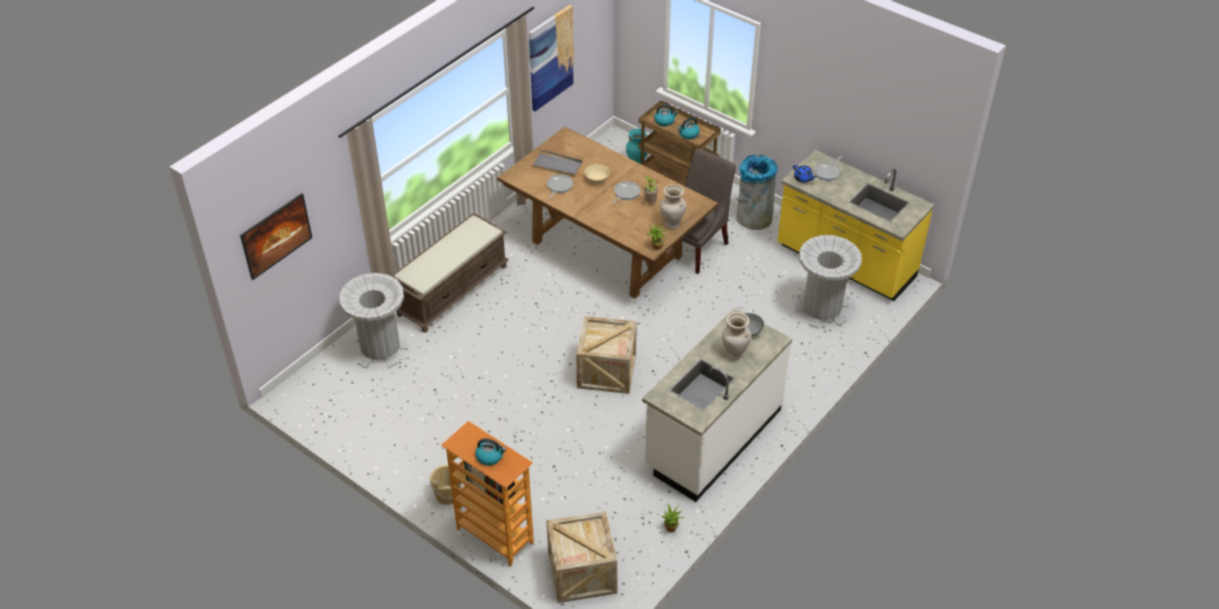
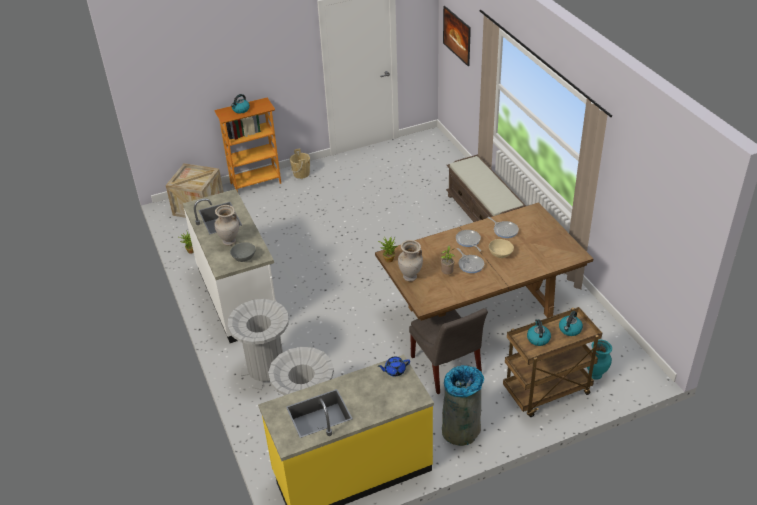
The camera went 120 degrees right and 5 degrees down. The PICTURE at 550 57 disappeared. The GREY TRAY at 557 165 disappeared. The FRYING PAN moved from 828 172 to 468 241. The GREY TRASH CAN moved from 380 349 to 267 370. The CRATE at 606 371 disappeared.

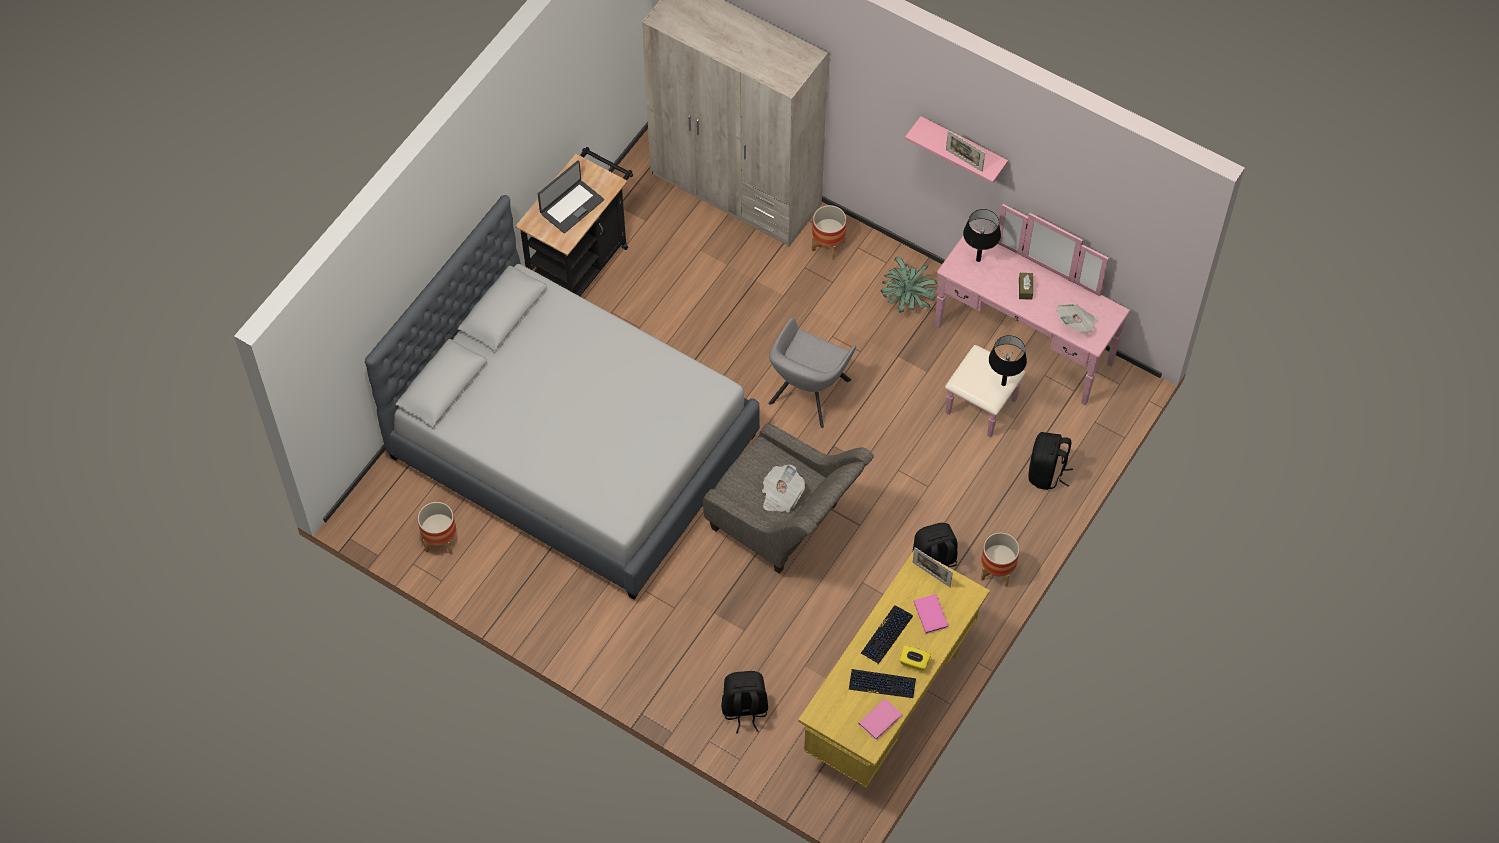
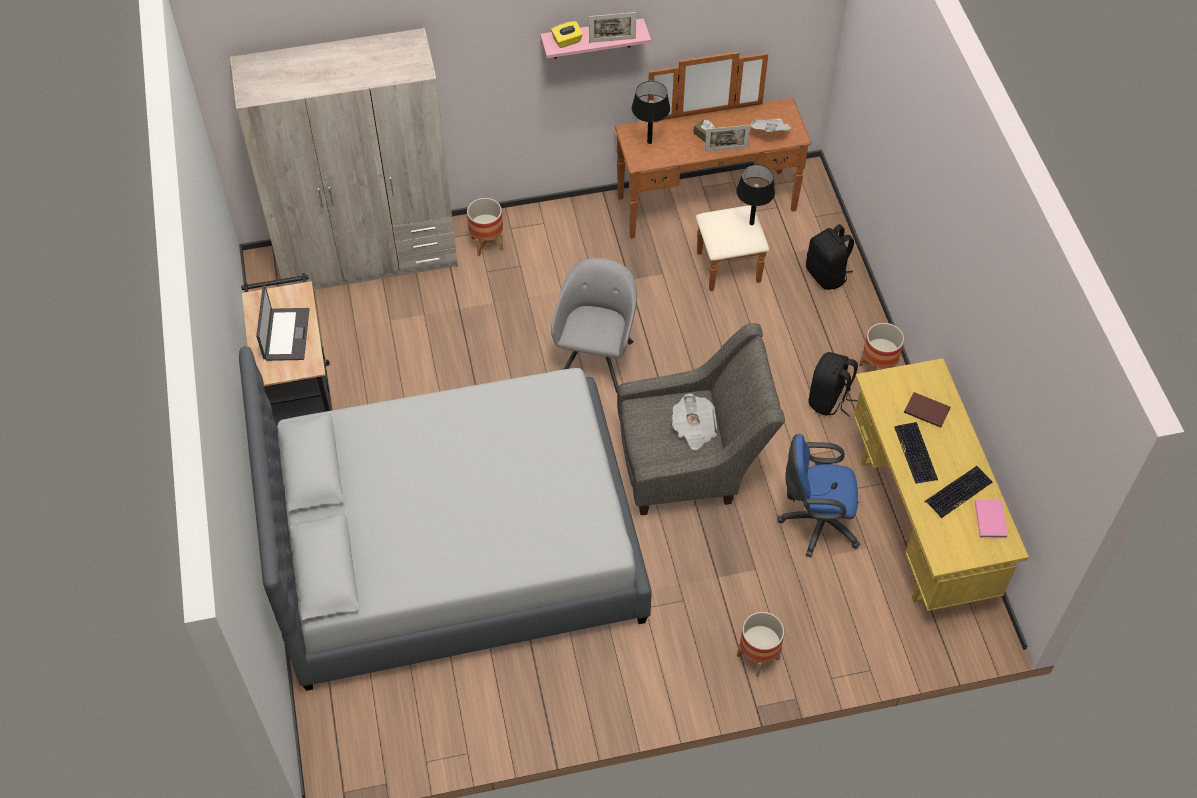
The camera went 45 degrees left and 5 degrees down. The PINK DRESSER at 1014 359 became the BROWN DRESSER at 712 218. The POTTED PLANT at 908 298 disappeared. The GREY ARMCHAIR at 808 394 turned 150 degrees counterclockwise. The PLANTER moved from 440 541 to 758 657. The PICTURE FRAME moved from 931 574 to 726 149. The PINK BOOK at 931 614 became the BROWN BOOK at 926 410. The YELLOW TISSUE BOX moved from 914 662 to 567 41. The BLACK BACKPACK at 744 710 disappeared. The BLUE OFFICE CHAIR at 815 522 appeared.

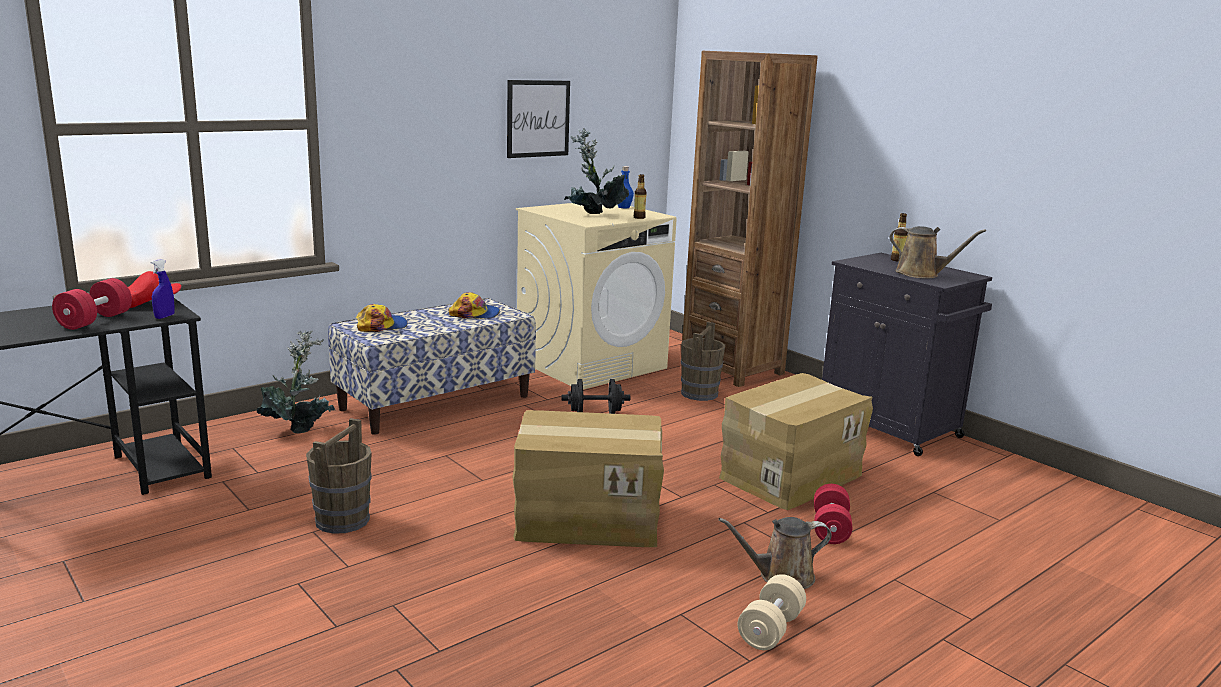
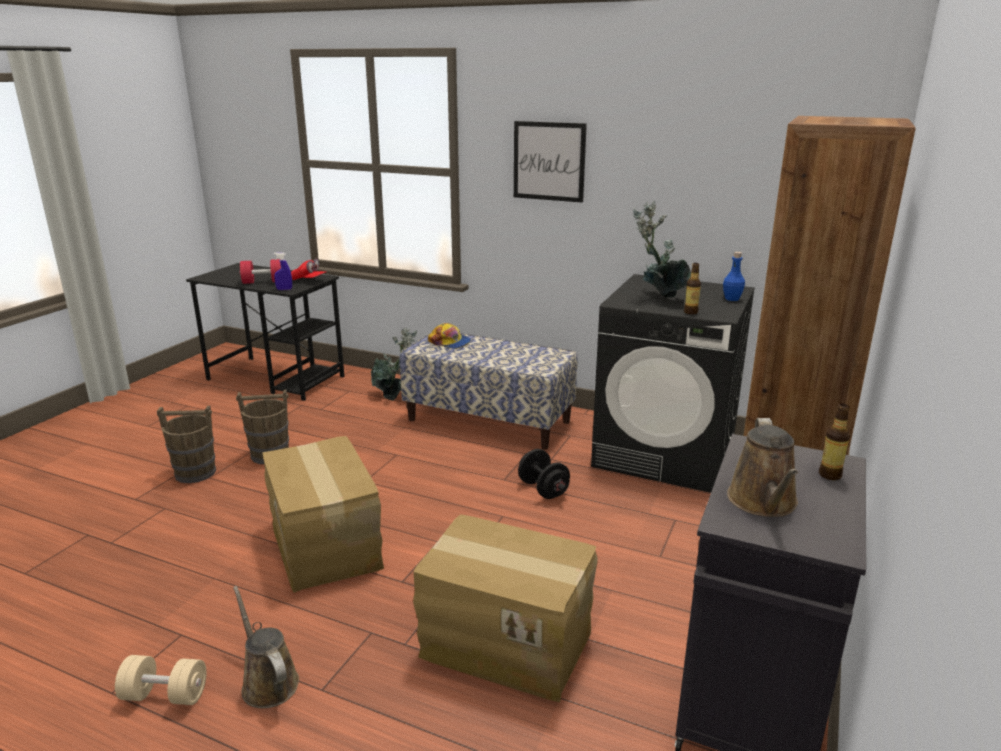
The camera went 65 degrees right and 5 degrees up. The PICTURE moved from 538 118 to 549 161. The BEIGE WASHING MACHINE at 592 364 became the BLACK WASHING MACHINE at 665 454. The CAP at 475 314 disappeared. The BROWN BUCKET moved from 699 393 to 196 473. The RED DUMBBELL at 830 529 disappeared.

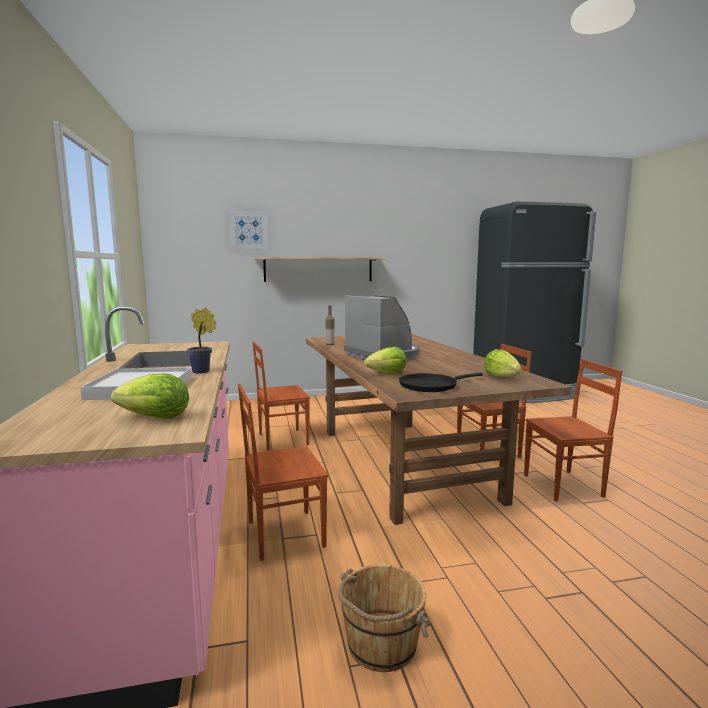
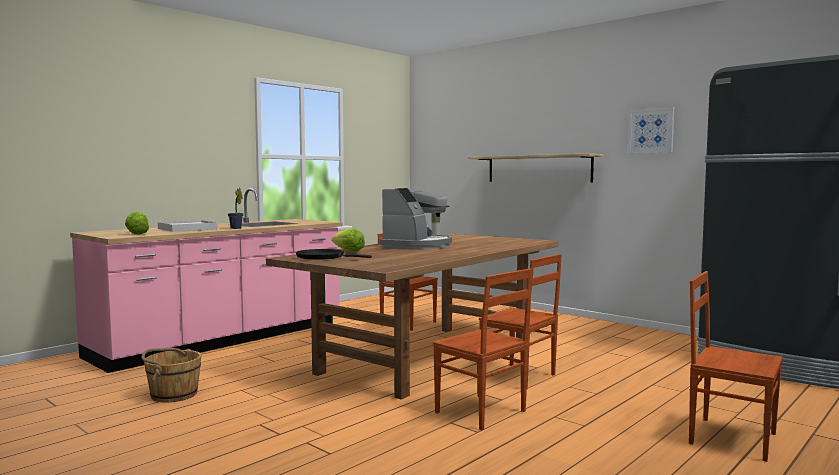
The camera went 55 degrees right and 5 degrees down. The PICTURE moved from 248 230 to 651 130. The LETTUCE at 501 377 disappeared. The BROWN CHAIR moved from 283 533 to 731 437.

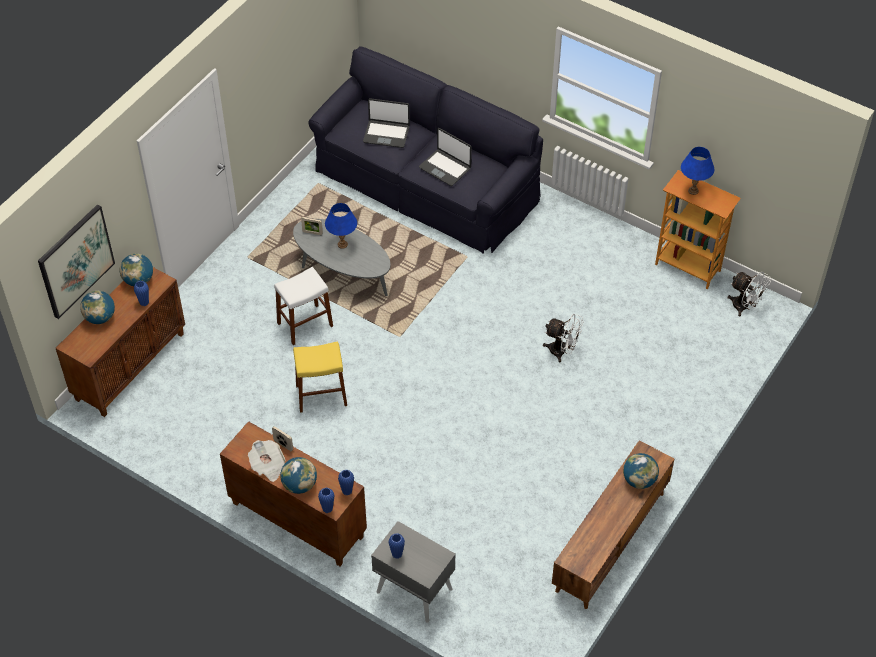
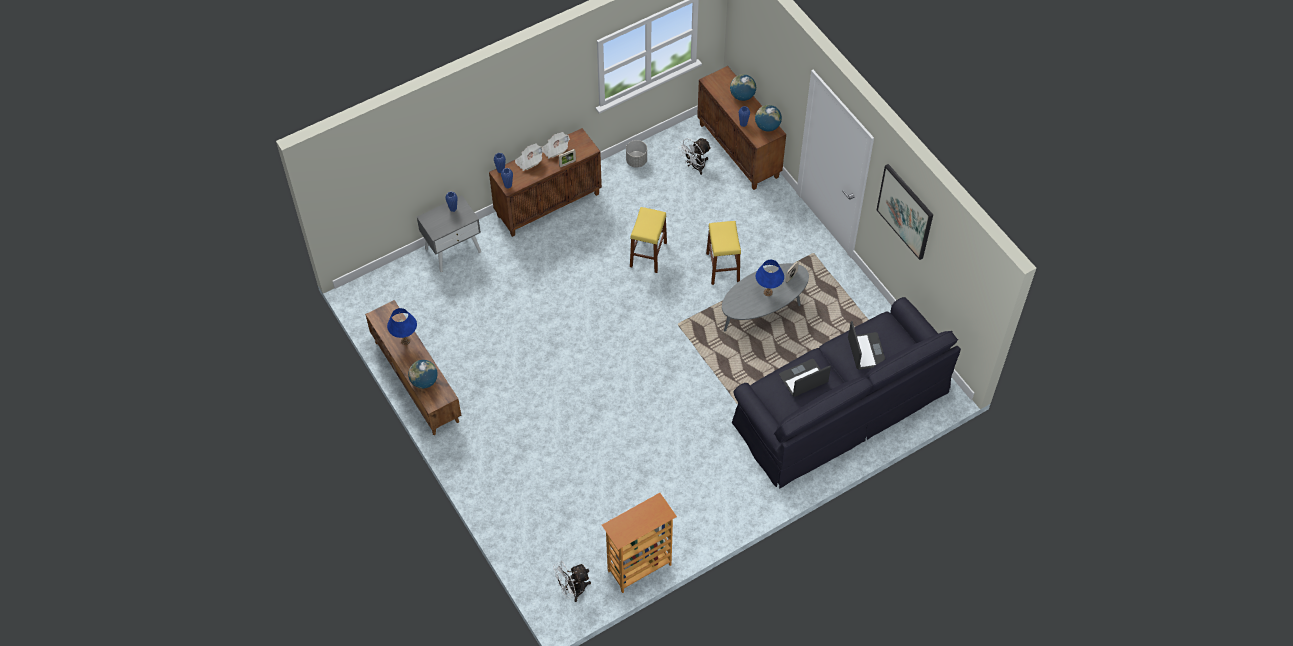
The camera went 115 degrees right and 5 degrees up. The LAPTOP at 386 134 turned 135 degrees clockwise. The BLUE TABLE LAMP moved from 693 191 to 405 341. The PICTURE moved from 75 261 to 905 211. The WHITE STOOL at 305 324 became the YELLOW STOOL at 722 267. The WHITE FAN moved from 562 351 to 695 167. The GLOBE at 299 485 was replaced by the NEWSPAPER at 529 162. The GREY PLANTER at 636 161 appeared.

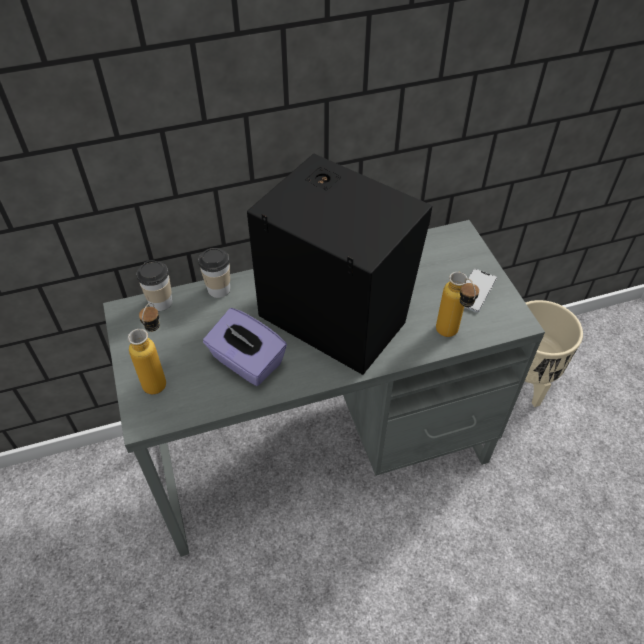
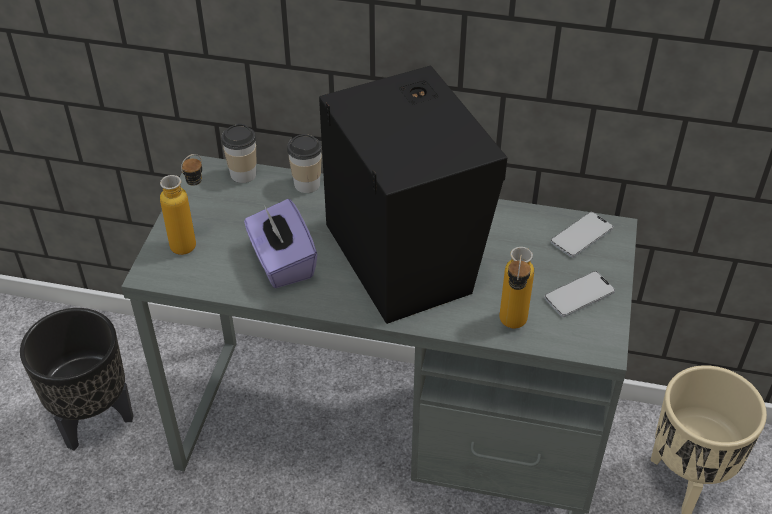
The camera went 30 degrees right and 5 degrees down. The PHONE at 581 236 appeared. The BLACK PLANTER at 93 421 appeared.

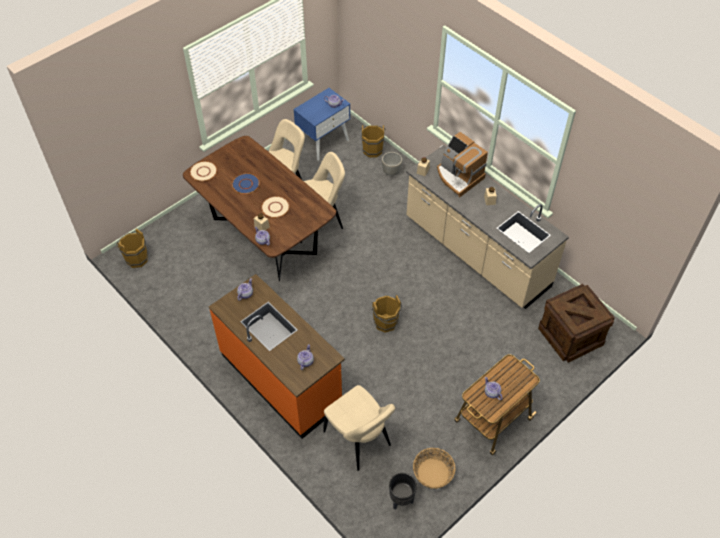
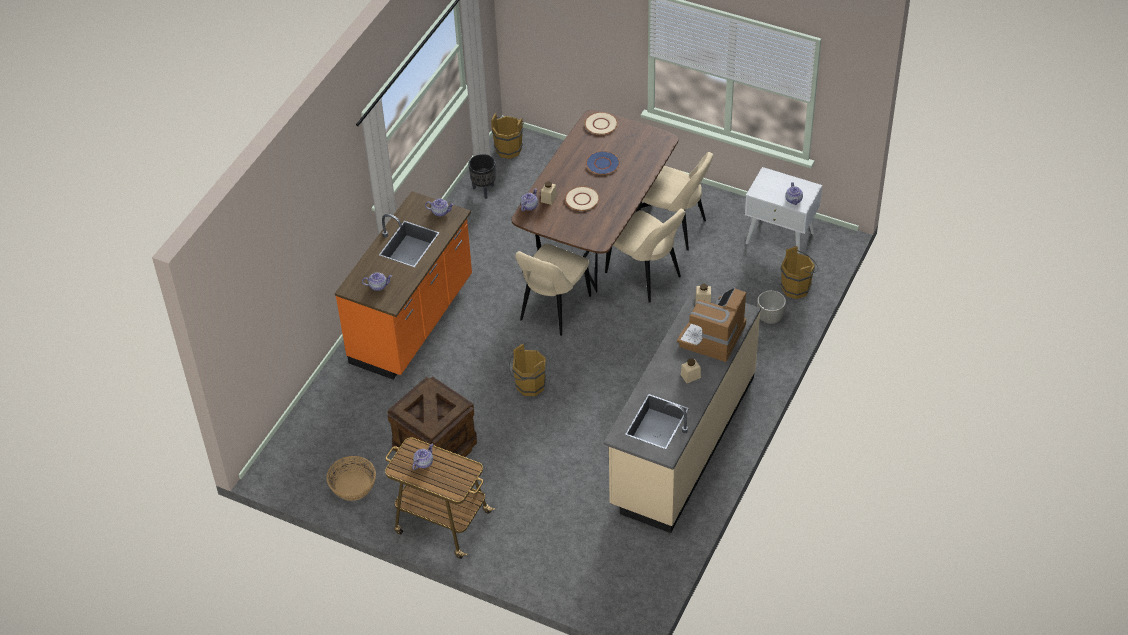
The camera went 70 degrees right and 5 degrees down. The BLUE NIGHTSTAND at 323 142 became the WHITE NIGHTSTAND at 780 238. The CRATE moved from 571 335 to 435 446. The BEIGE CHAIR moved from 359 441 to 553 310. The BLACK PLANTER moved from 401 500 to 484 190.

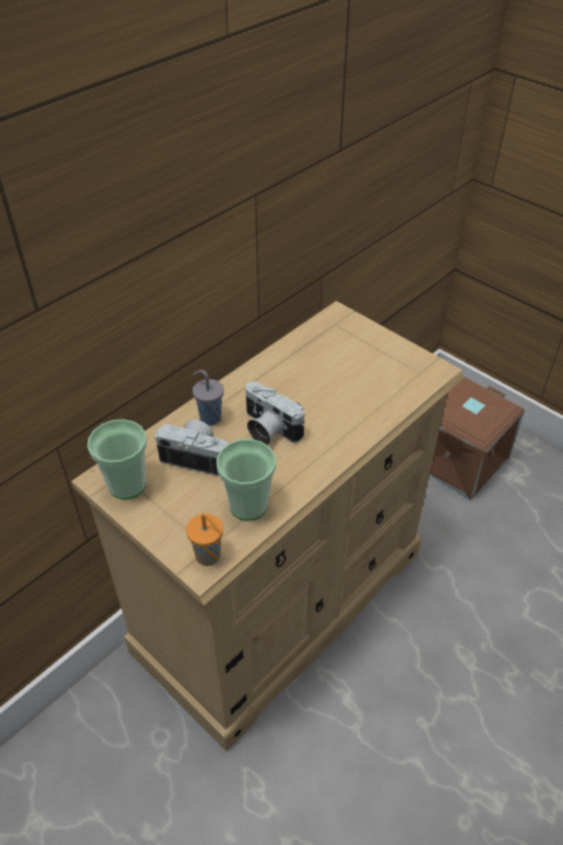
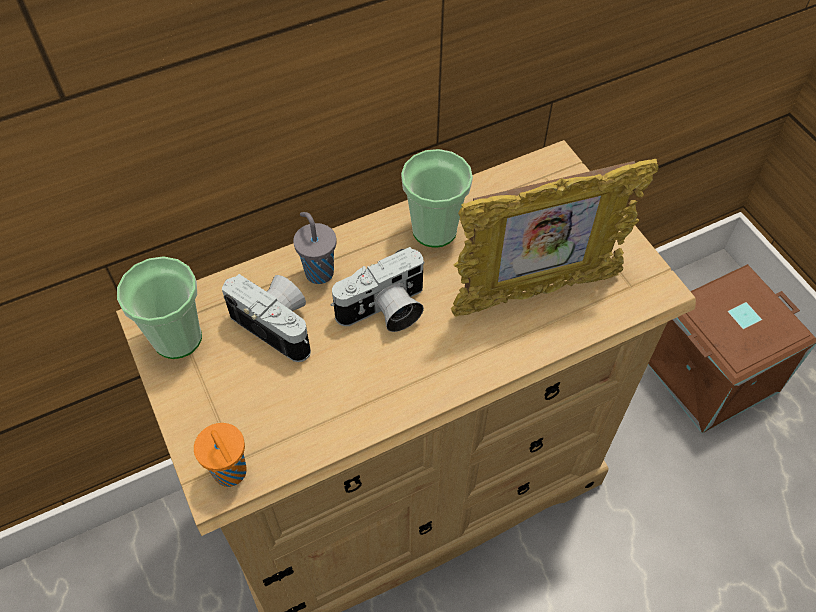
The camera went 20 degrees right and 10 degrees up. The PHOTO CAMERA at 268 429 turned 90 degrees counterclockwise. The CUP moved from 248 505 to 434 230. The PICTURE FRAME at 535 293 appeared.

